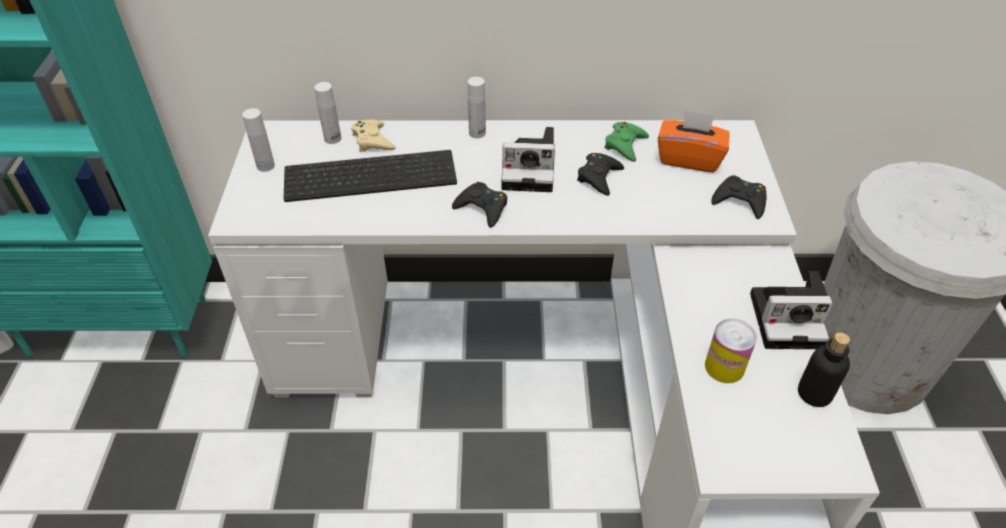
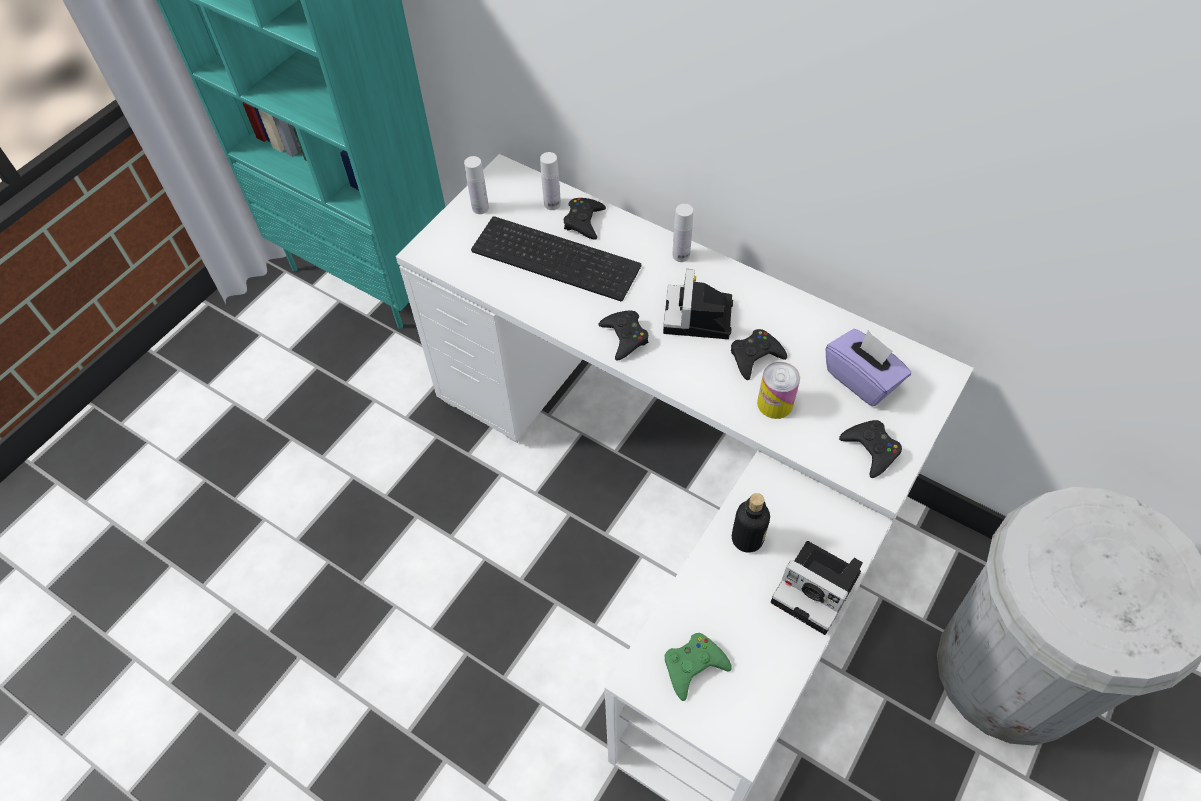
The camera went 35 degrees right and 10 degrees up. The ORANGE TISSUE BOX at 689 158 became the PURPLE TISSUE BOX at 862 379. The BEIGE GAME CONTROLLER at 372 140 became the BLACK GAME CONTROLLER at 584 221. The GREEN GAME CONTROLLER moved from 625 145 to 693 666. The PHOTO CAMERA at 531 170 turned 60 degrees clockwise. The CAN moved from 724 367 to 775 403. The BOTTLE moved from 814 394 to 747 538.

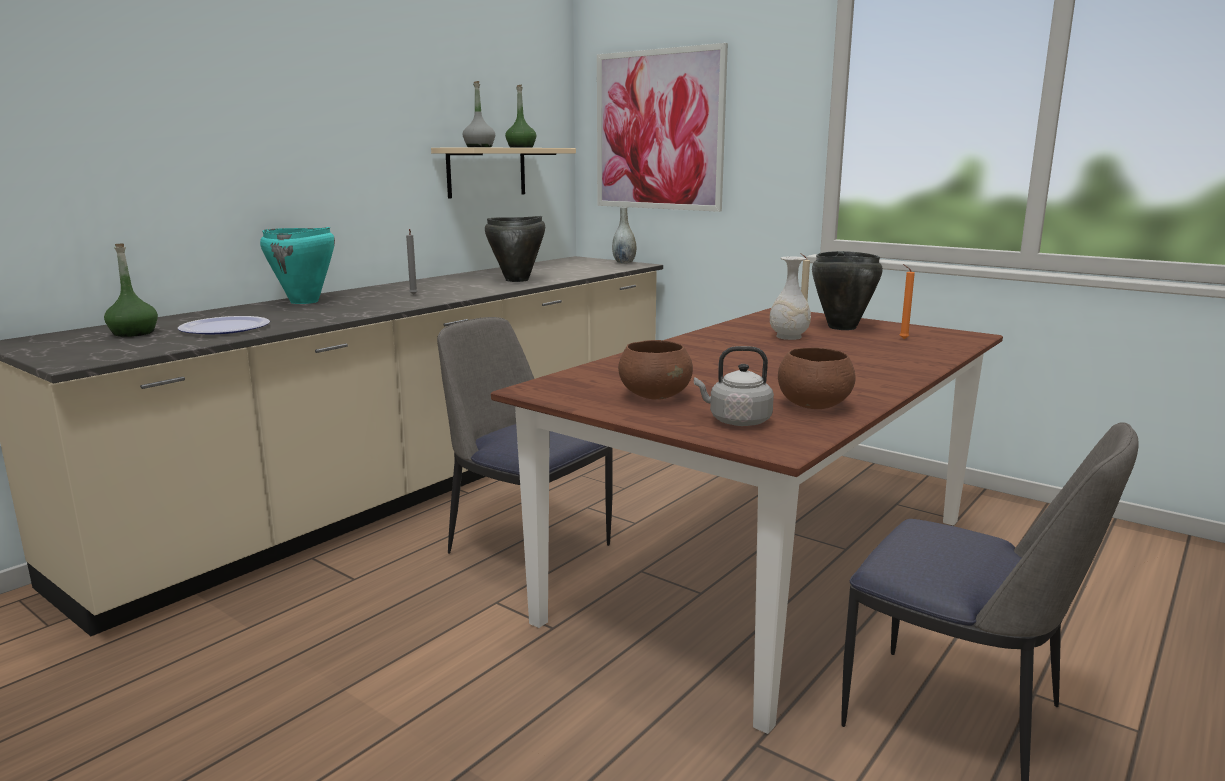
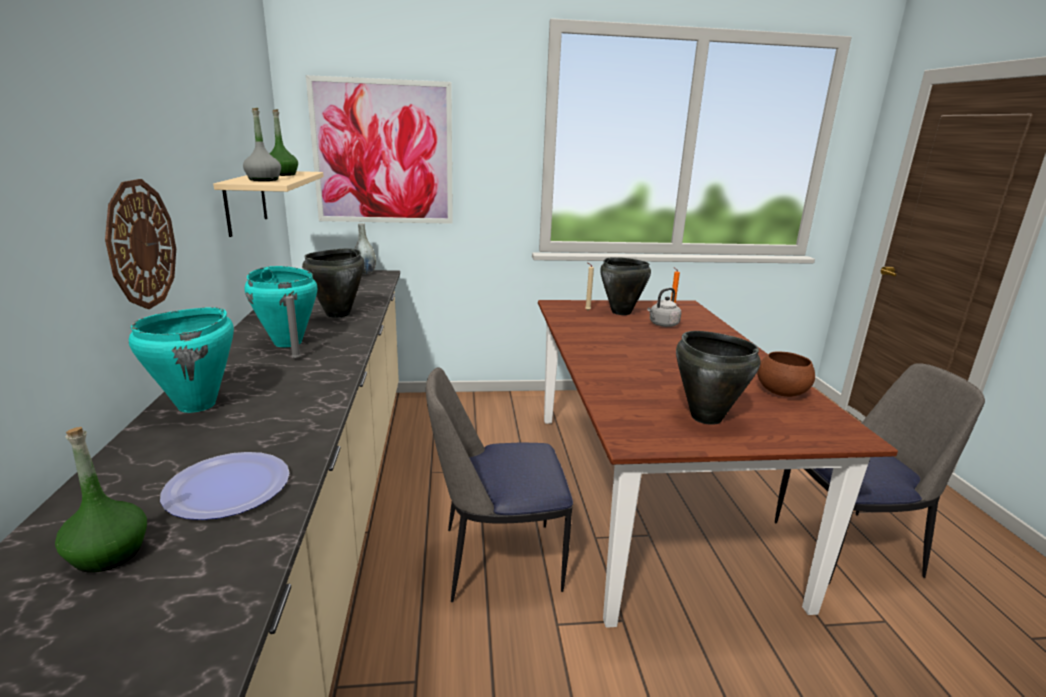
The camera went 45 degrees left and 5 degrees up. The WHITE VASE at 788 337 disappeared. The BROWN BOWL at 655 396 was replaced by the BLACK COOKING POT at 706 417. The GREY KETTLE moved from 736 421 to 662 324. The WALL CLOCK at 141 244 appeared. The TURQUOISE COOKING POT at 288 342 appeared.

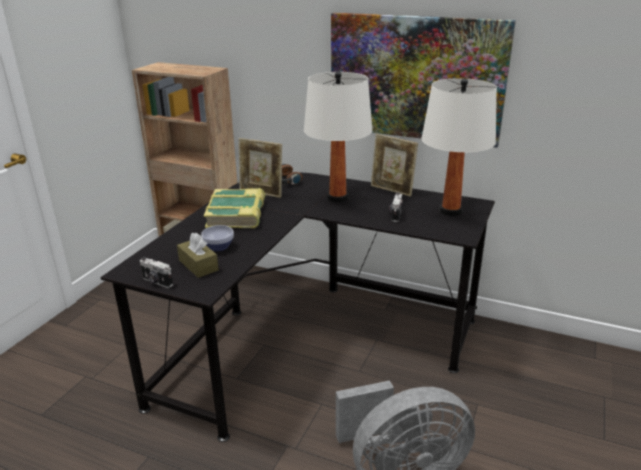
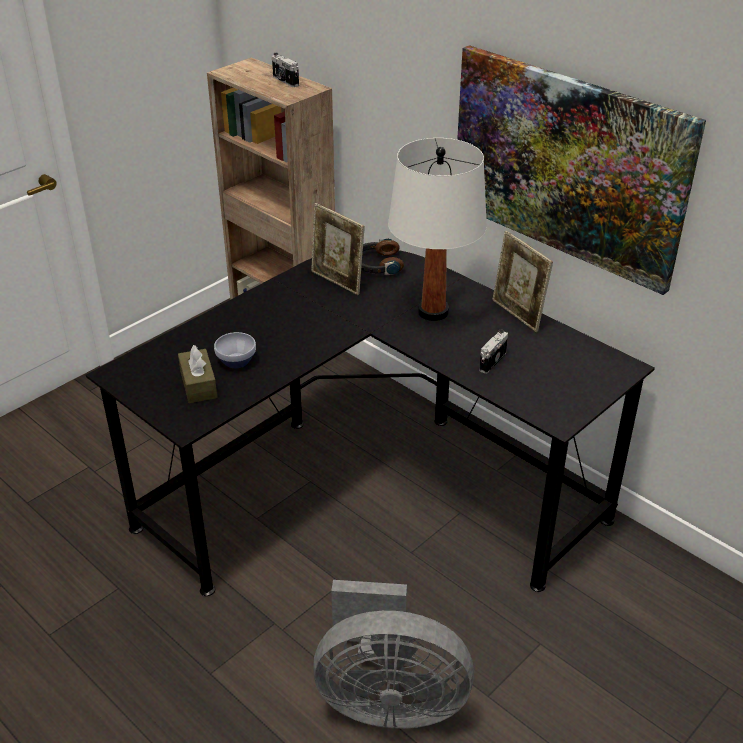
The camera went 20 degrees right and 10 degrees up. The WHITE TABLE LAMP at 450 211 disappeared. The BOOK at 237 214 disappeared. The PHOTO CAMERA moved from 157 282 to 284 81.

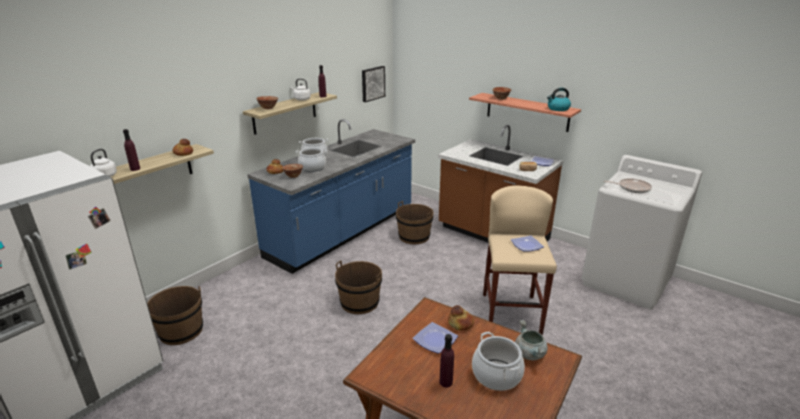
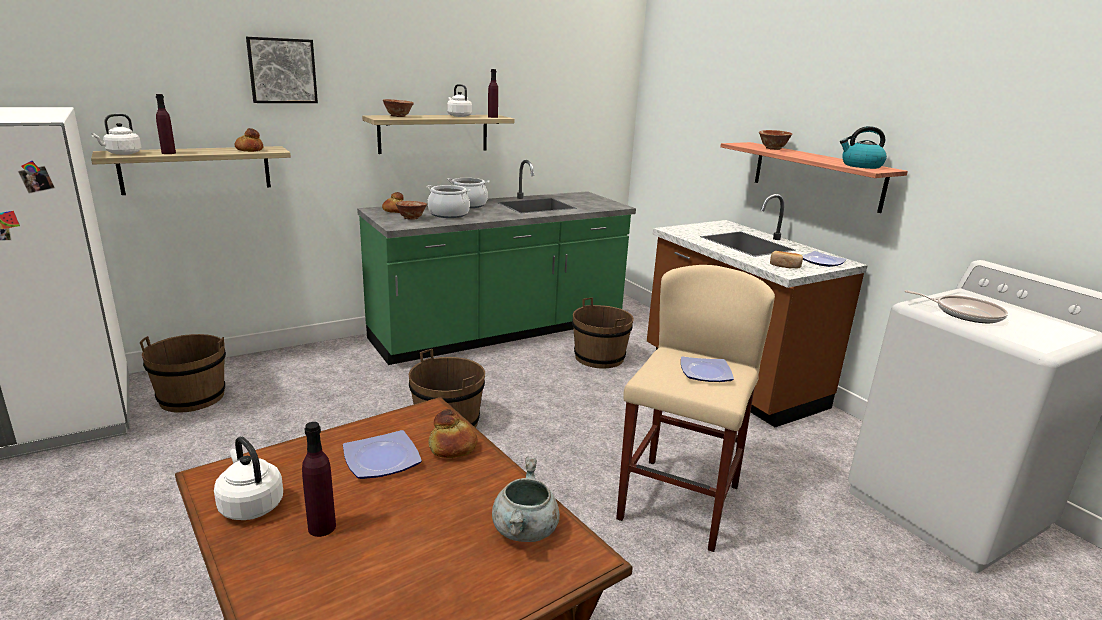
The camera went 20 degrees right and 5 degrees down. The PICTURE moved from 372 83 to 282 70. The BLUE COUNTER at 343 233 became the GREEN COUNTER at 500 332. The COOKING POT at 496 375 disappeared. The WHITE KETTLE at 250 505 appeared.

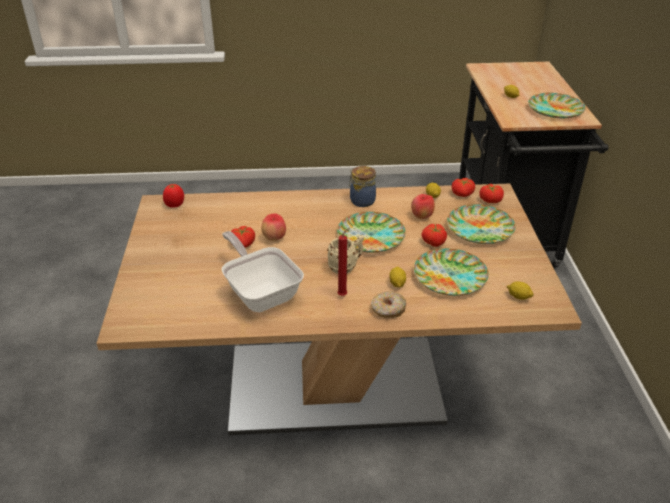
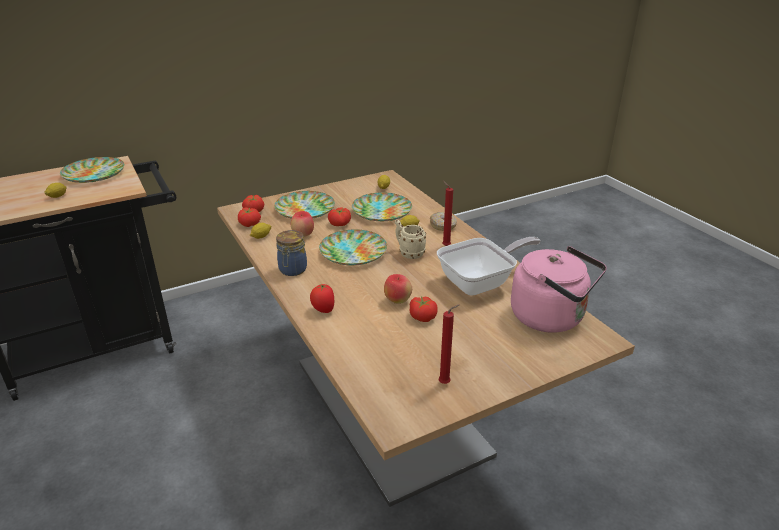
The camera went 115 degrees left and 5 degrees down. The TOMATO moved from 175 205 to 323 310. The FRYING PAN at 261 293 turned 150 degrees counterclockwise. The PINK KETTLE at 551 318 appeared. The RED CANDLE at 446 383 appeared.

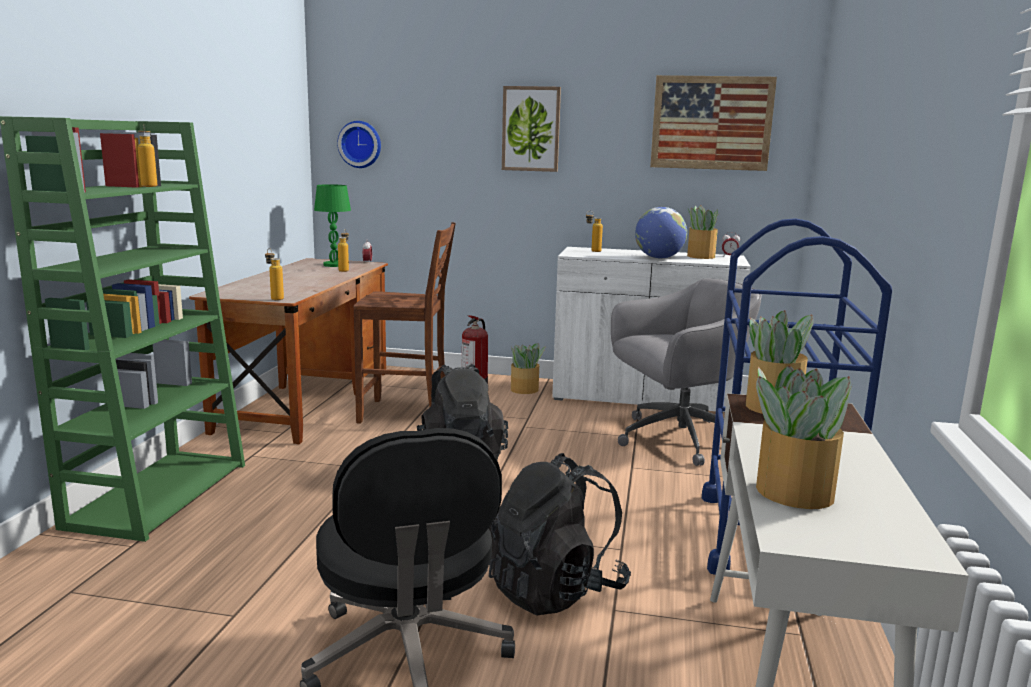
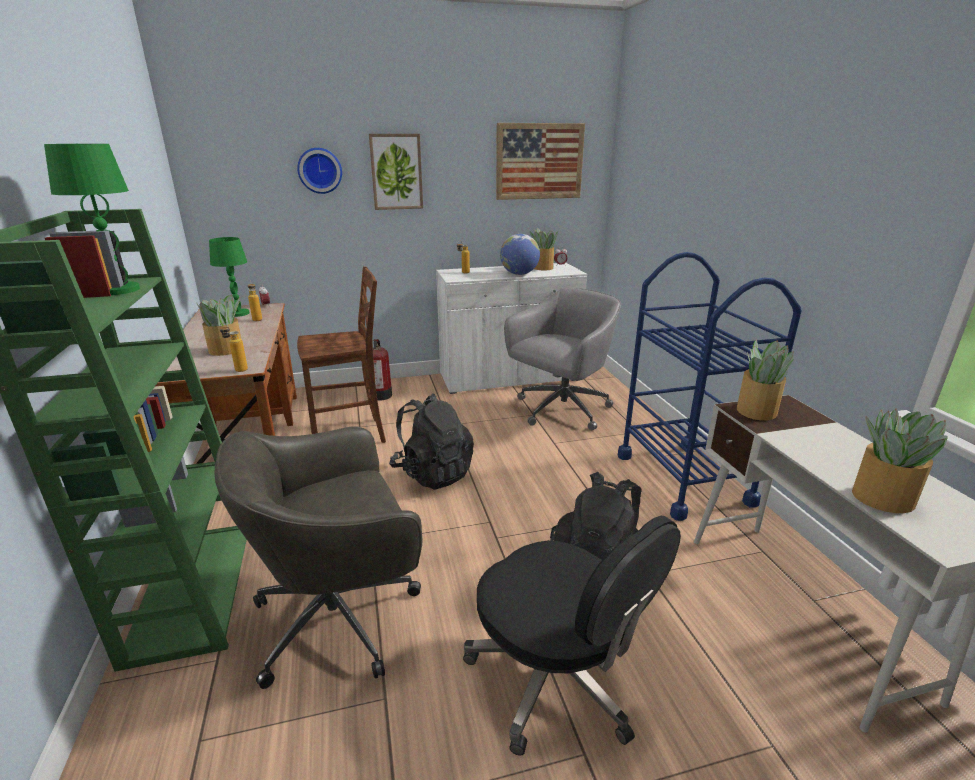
The camera went 25 degrees left and 10 degrees up. The WALL CLOCK moved from 360 144 to 320 170. The BOTTLE at 149 186 was replaced by the GREEN TABLE LAMP at 118 290. The POTTED PLANT moved from 525 390 to 227 350. The GREY OFFICE CHAIR at 341 617 appeared.

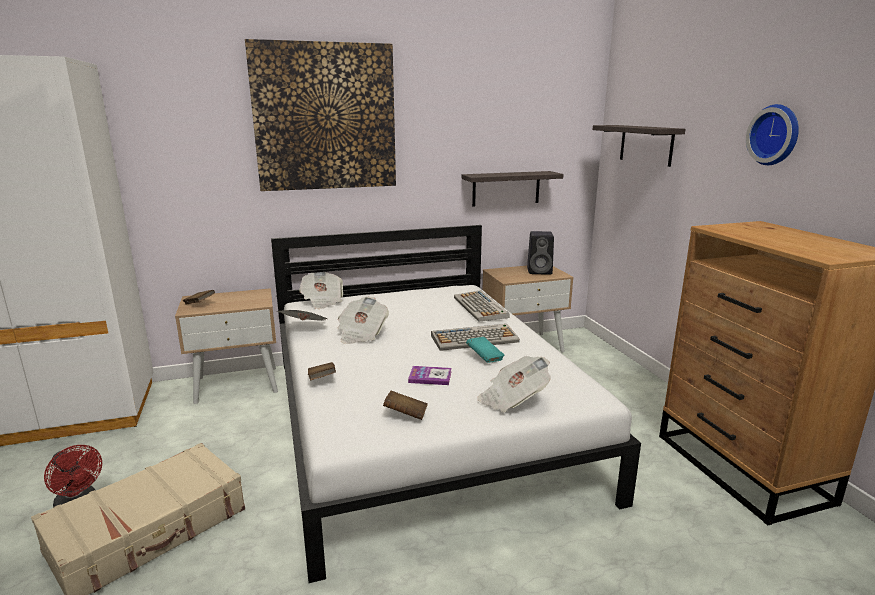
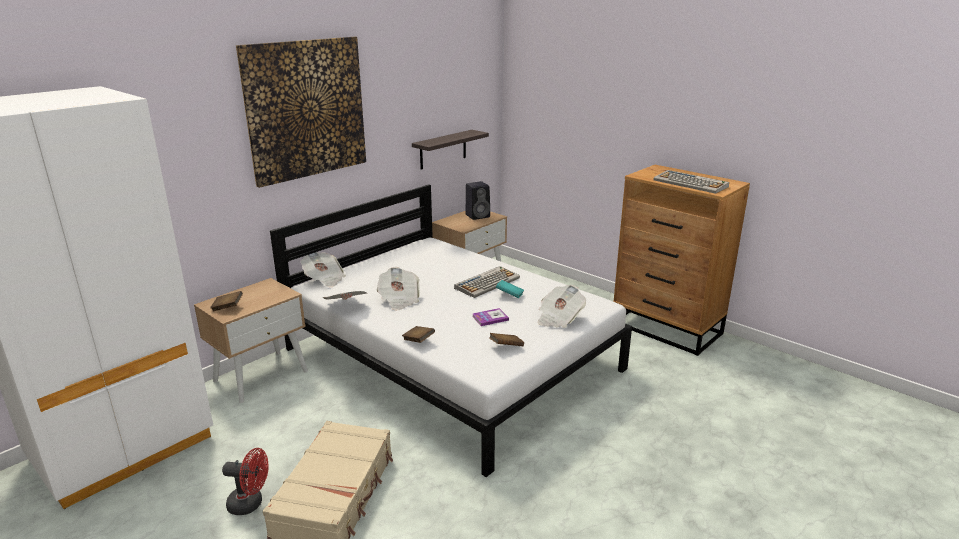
The camera went 30 degrees left and 5 degrees up. The WALL CLOCK at 776 135 disappeared. The SHELF at 646 144 disappeared. The KEYBOARD moved from 481 307 to 691 183.

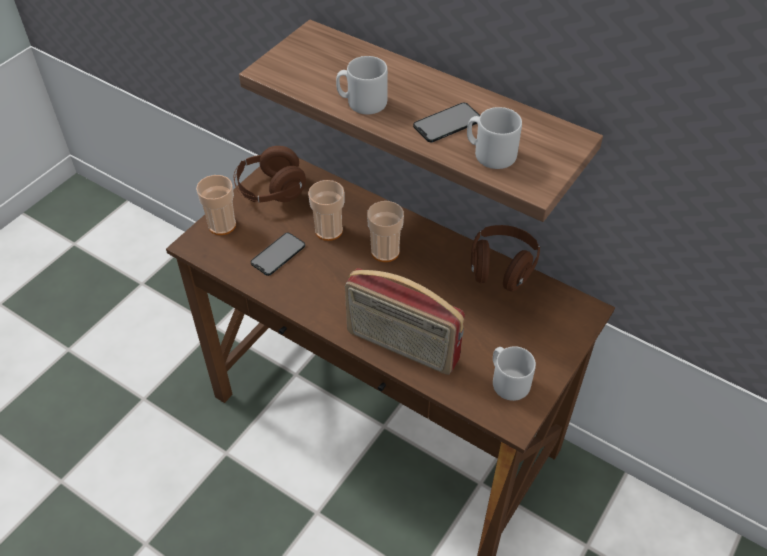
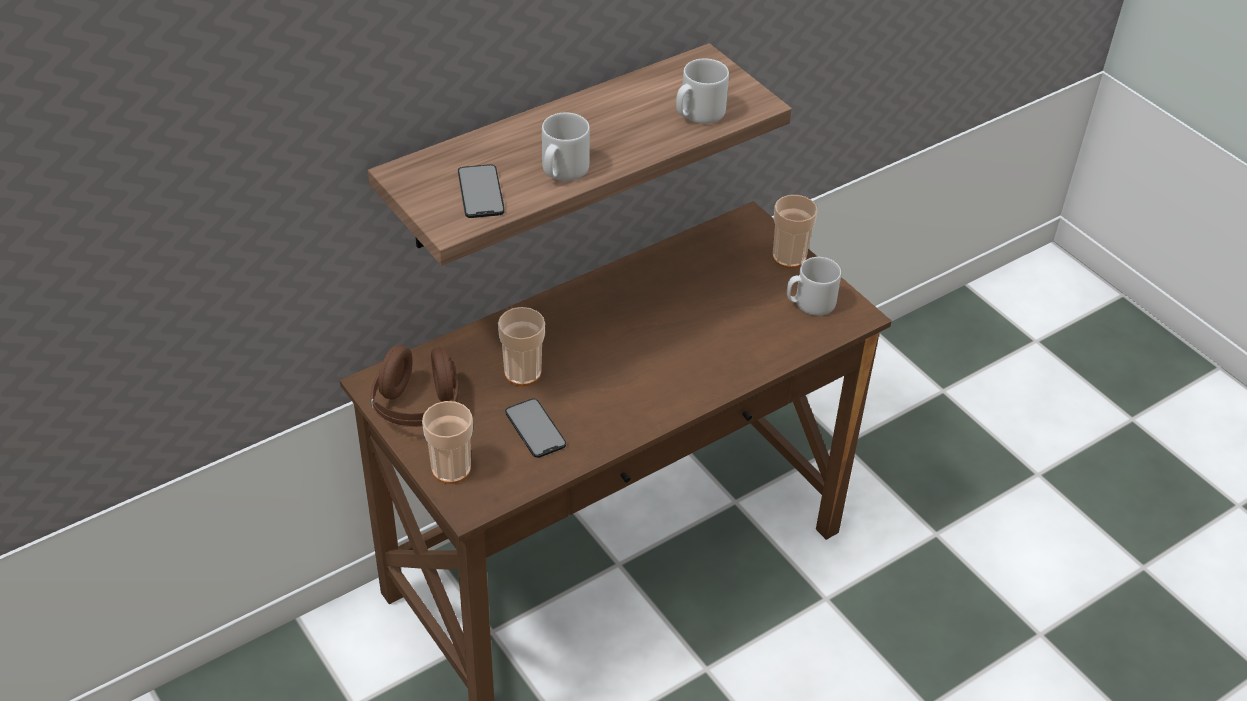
The camera went 70 degrees left and 5 degrees down. The PHONE moved from 447 123 to 480 192. The CUP moved from 385 251 to 789 257. The BROWN HEADPHONES at 501 268 disappeared. The RADIO at 401 347 disappeared.

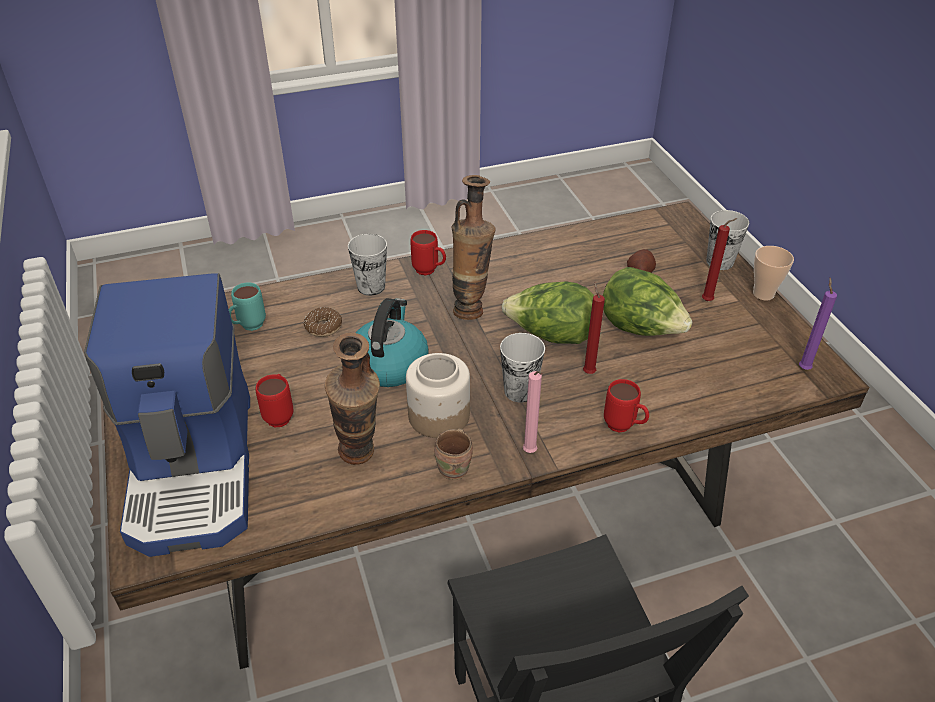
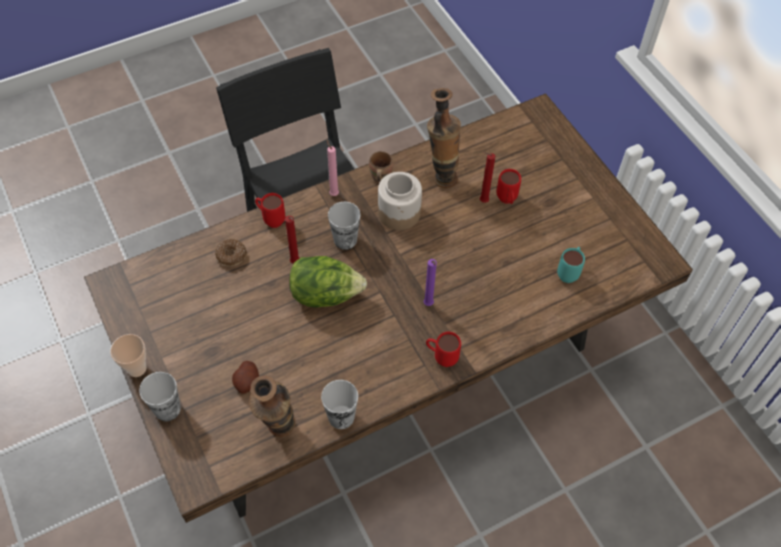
The camera went 170 degrees right and 15 degrees up. The VASE moved from 471 307 to 279 433. The RED CANDLE moved from 709 301 to 482 201. The CUP moved from 371 287 to 341 417. The LETTUCE at 640 329 disappeared. The COFFEE MACHINE at 195 469 disappeared. The PURPLE CANDLE moved from 803 367 to 428 305. The KETTLE at 389 364 disappeared. The DONUT moved from 323 327 to 231 255.

